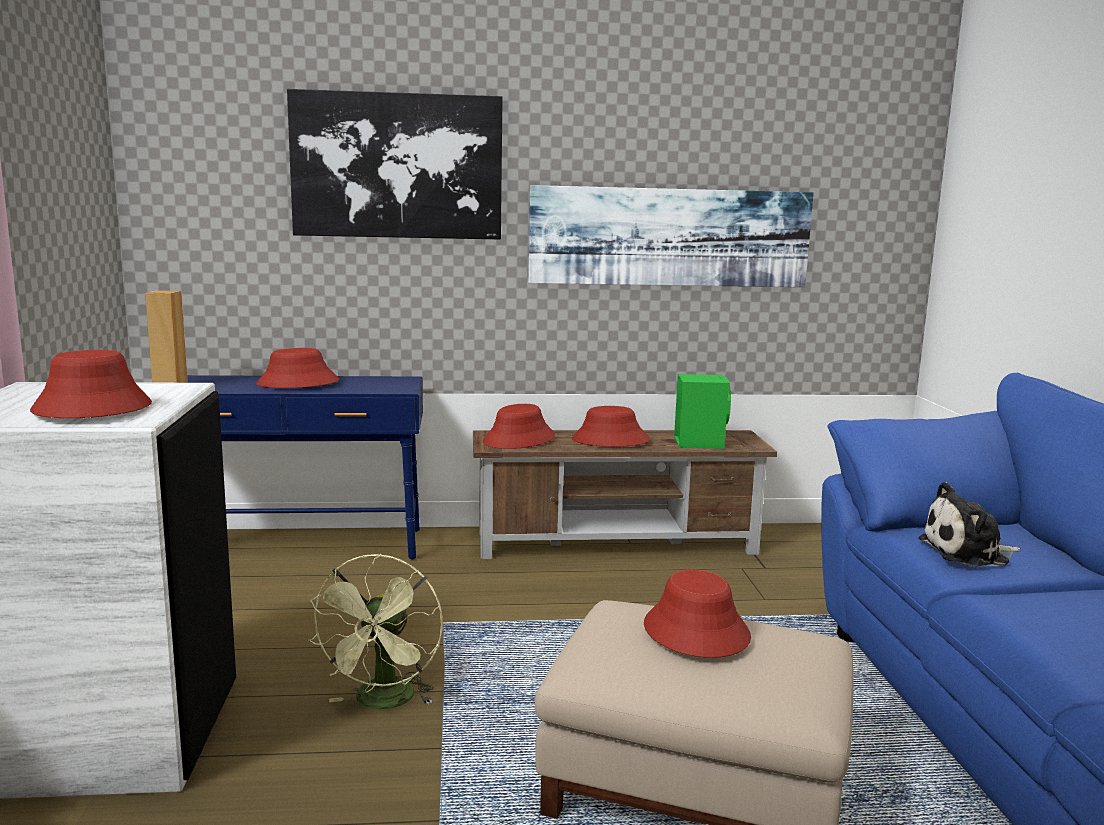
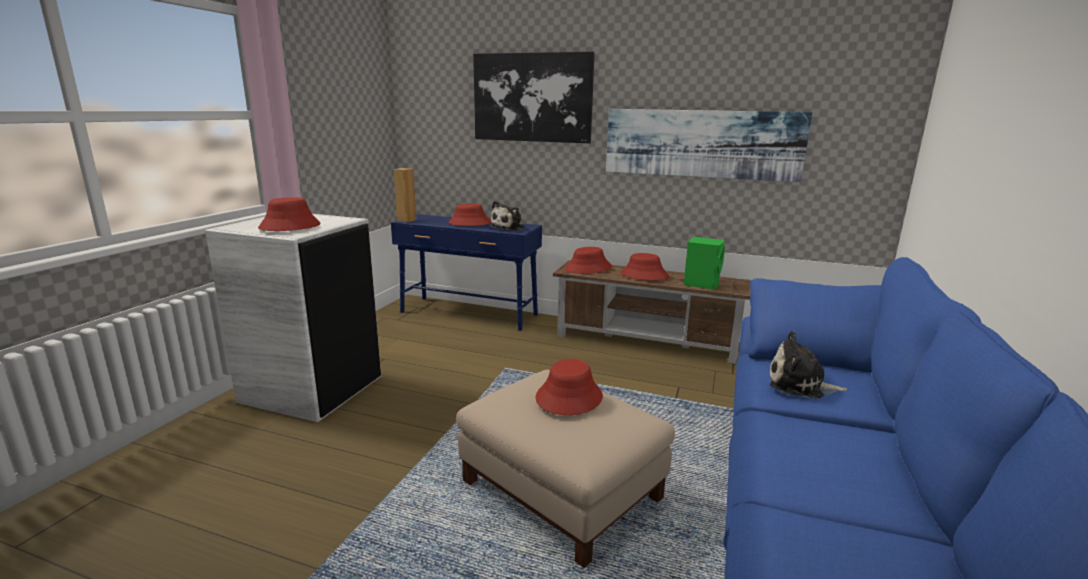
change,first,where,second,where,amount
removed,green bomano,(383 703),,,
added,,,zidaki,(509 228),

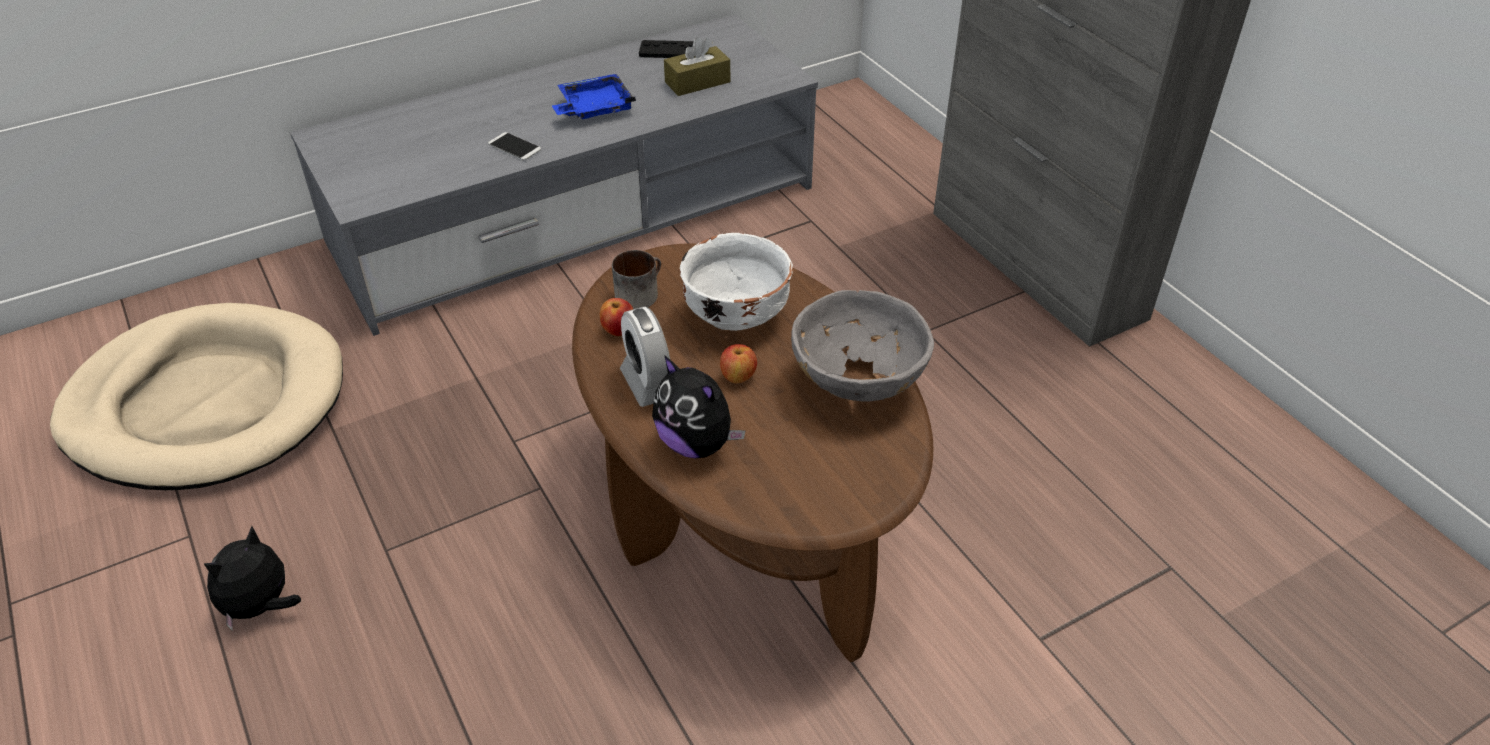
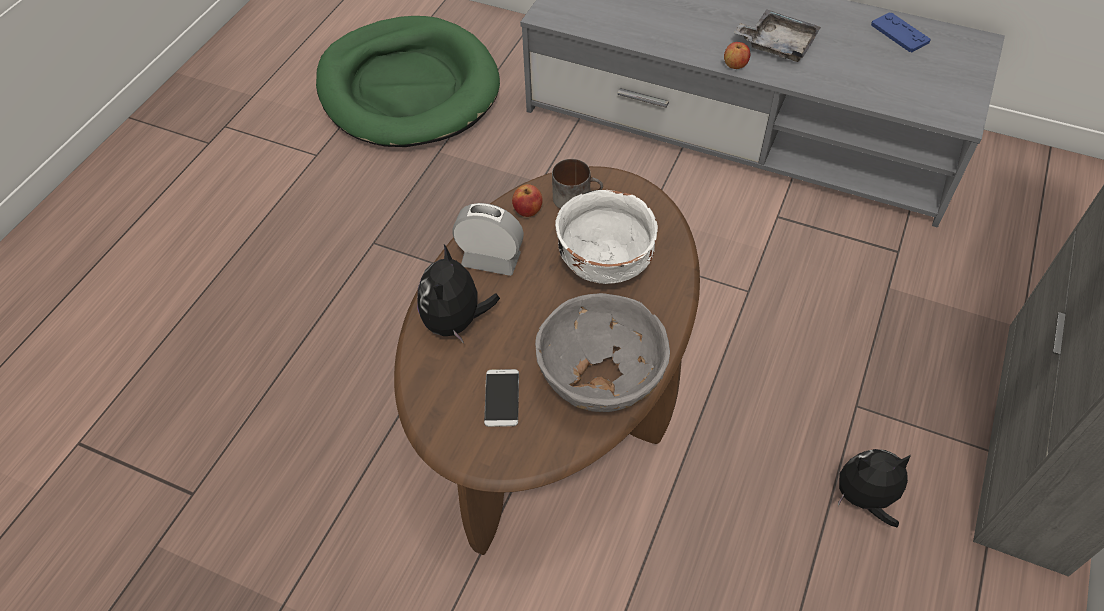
change,first,where,second,where,amount
removed,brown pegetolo,(697 82),,,
moved,zidaki,(261 607),,(864 499),
moved,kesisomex,(514 147),,(502 398),
moved,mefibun,(738 377),,(735 65),
recoloured,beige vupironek,(207 404),green vupironek,(408 88),
recoloured,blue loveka,(594 108),grey loveka,(777 44),
recoloured,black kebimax,(668 51),blue kebimax,(899 33),
turned,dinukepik,(648 383),,(491 260),75 degrees clockwise

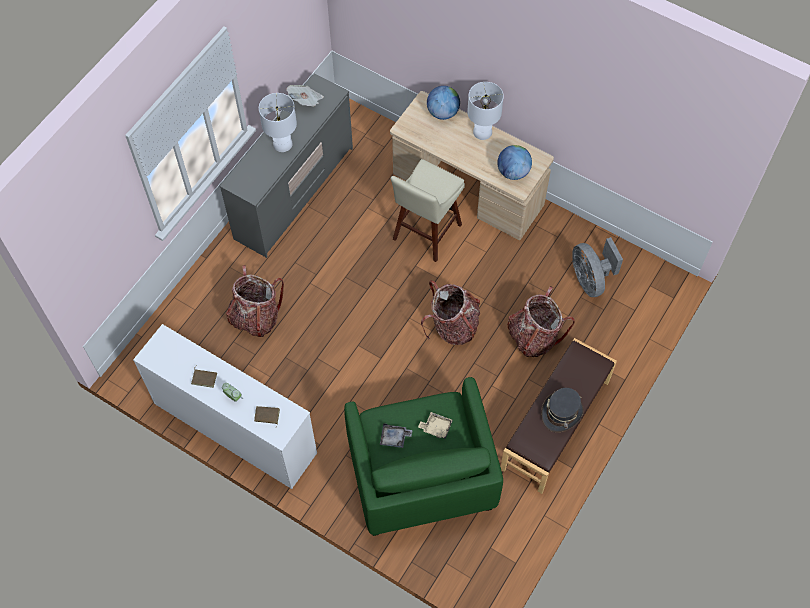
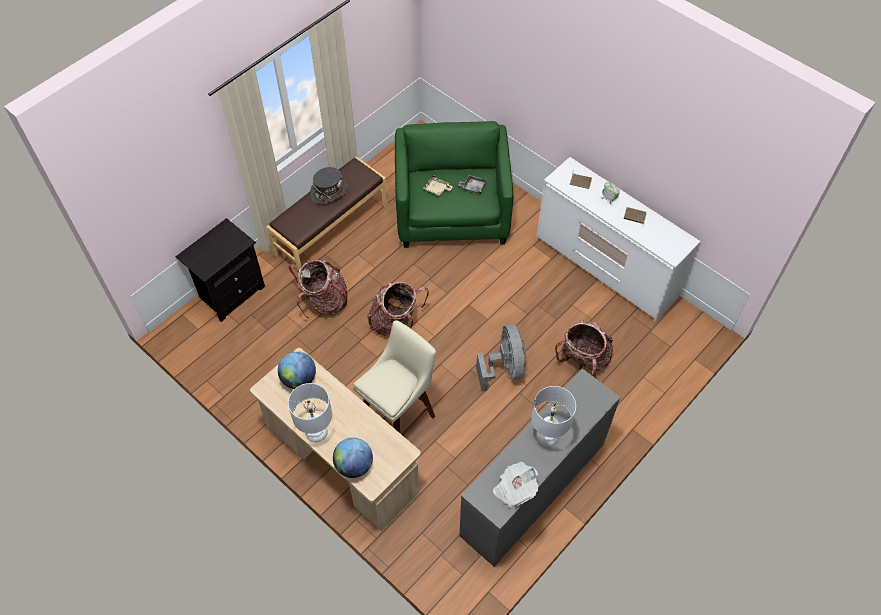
change,first,where,second,where,amount
added,,,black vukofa,(230 292),
moved,grey bomano,(590 279),,(504 368),

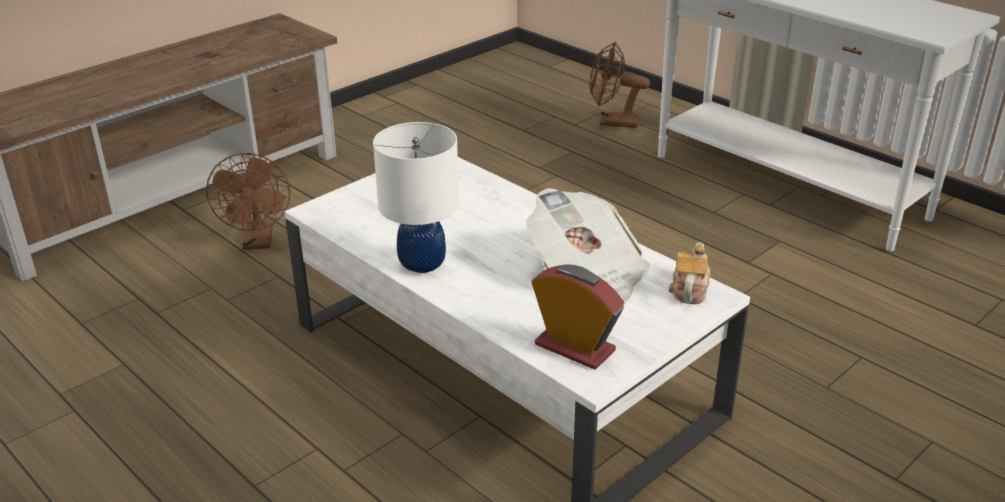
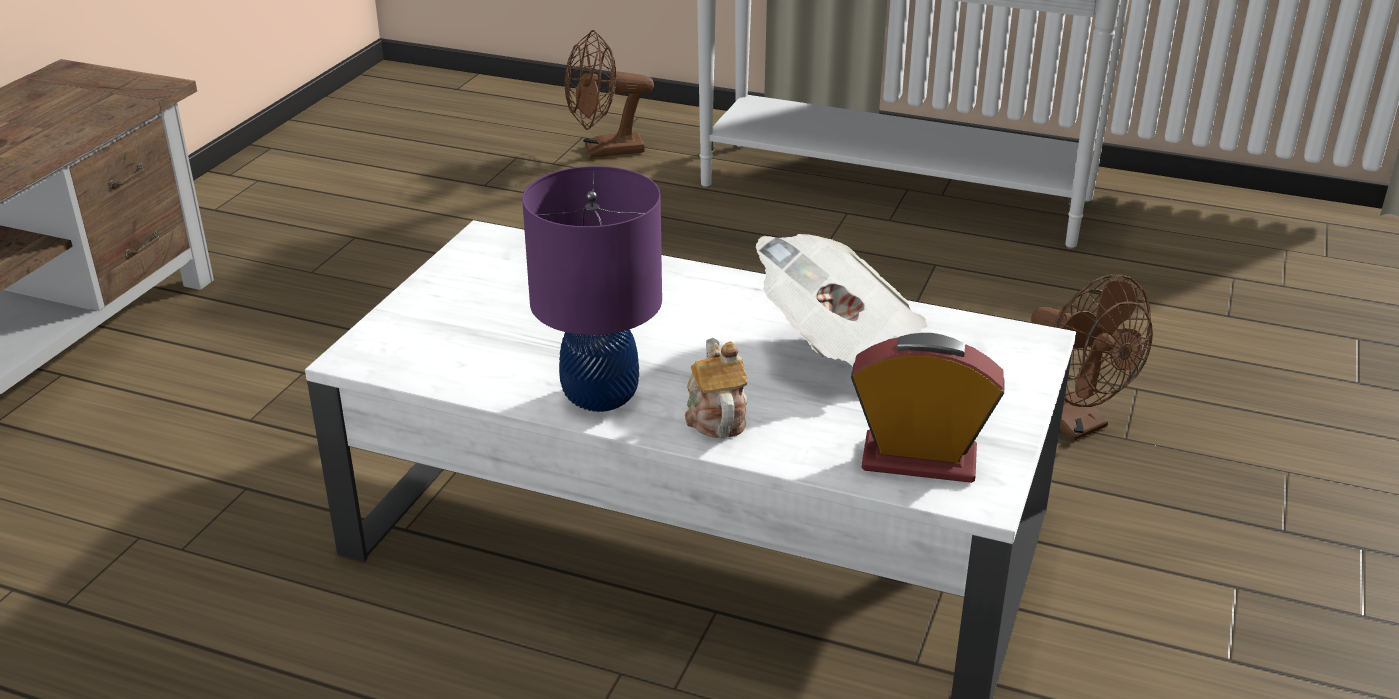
change,first,where,second,where,amount
moved,brown bomano,(258 242),,(1074 422),
moved,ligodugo,(689 290),,(715 416),
recoloured,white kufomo,(420 264),purple kufomo,(596 398),

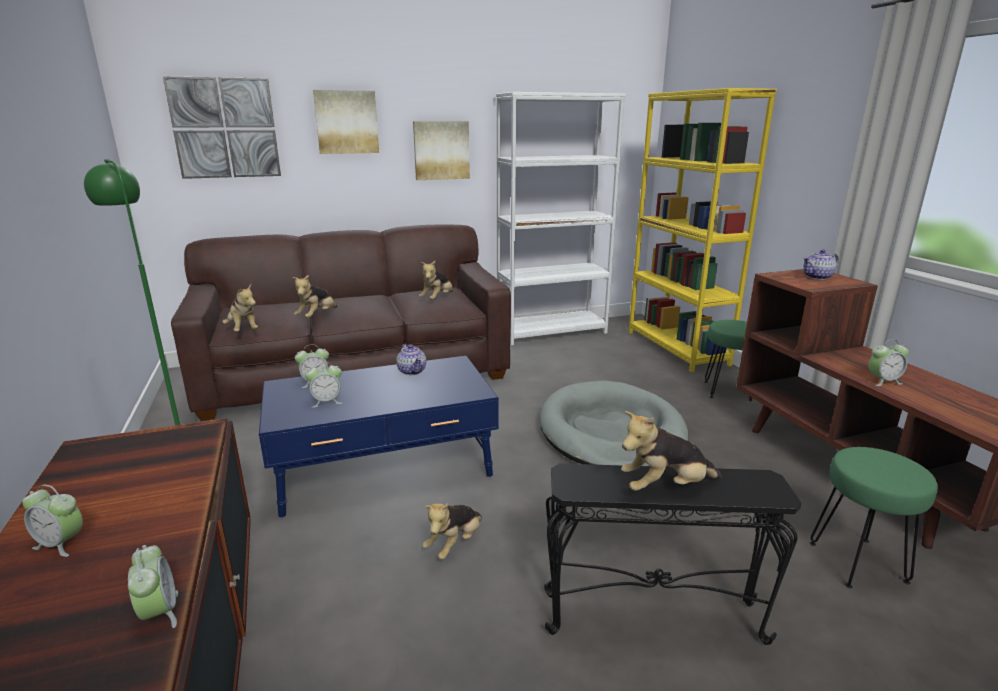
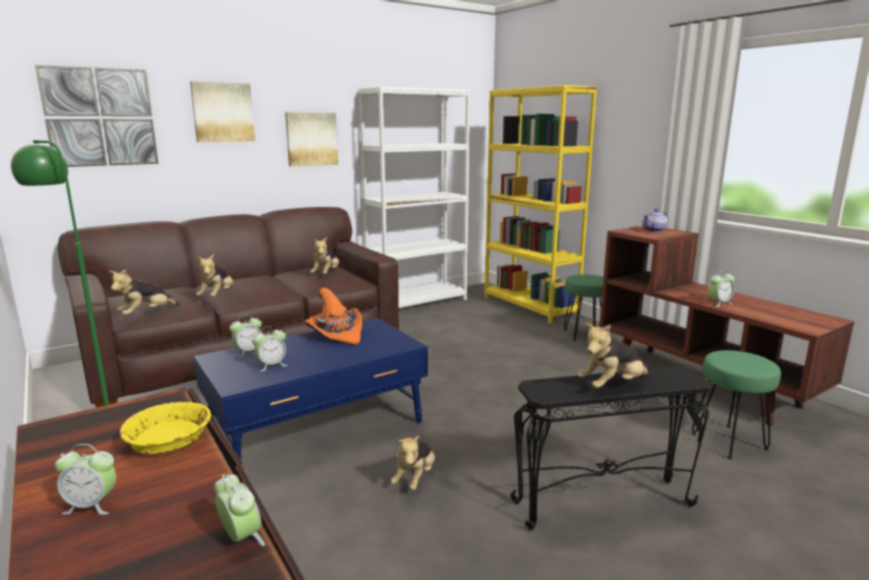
change,first,where,second,where,amount
removed,grey vupironek,(611 432),,,
added,,,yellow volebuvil,(169 441),
replaced,ligodugo,(412 371),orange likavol,(336 334),
turned,zidaki,(243 330),,(146 314),90 degrees clockwise

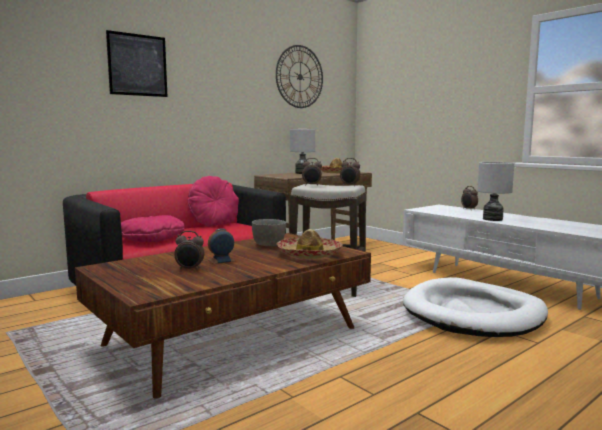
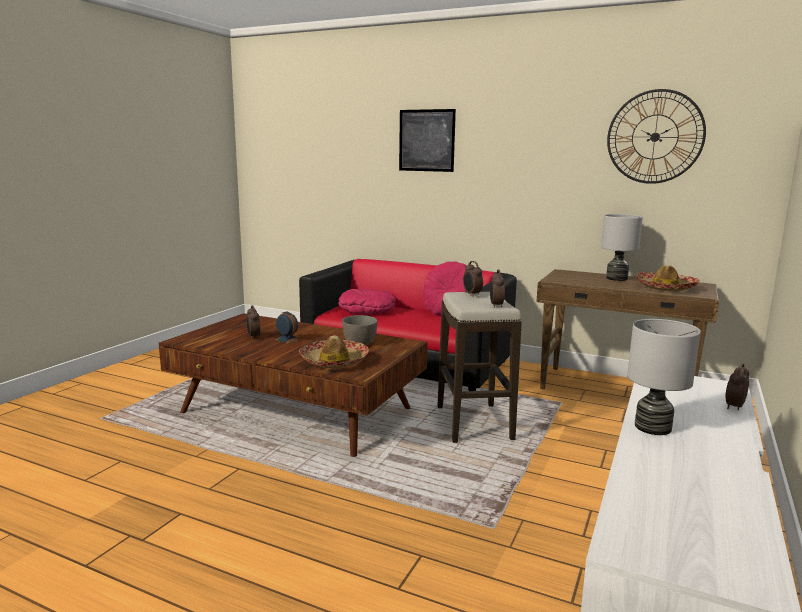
change,first,where,second,where,amount
removed,white vupironek,(473 313),,,

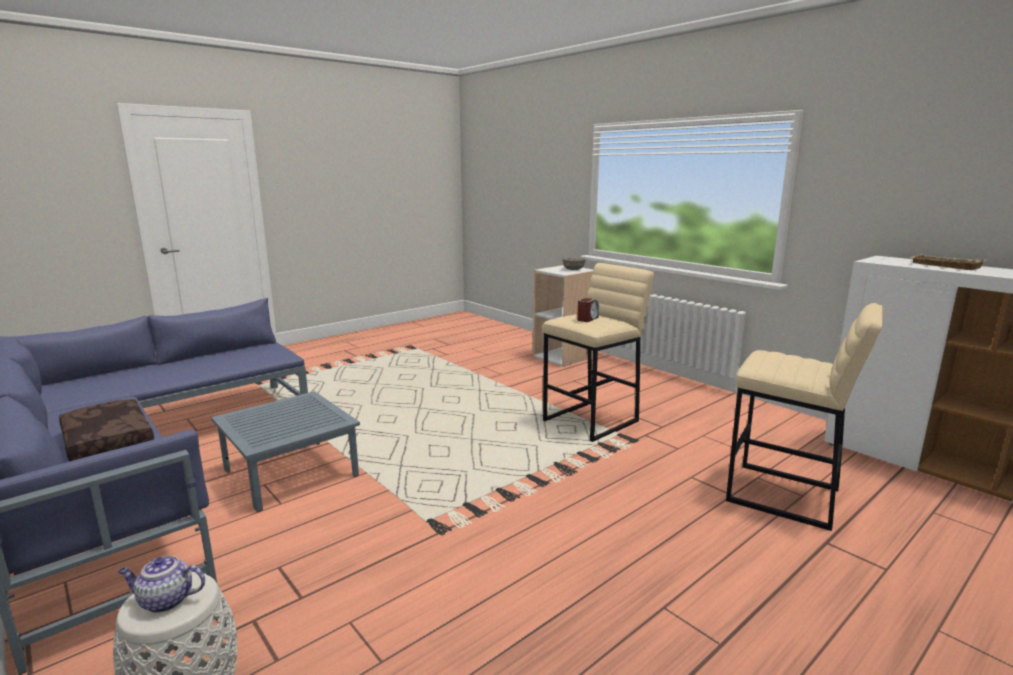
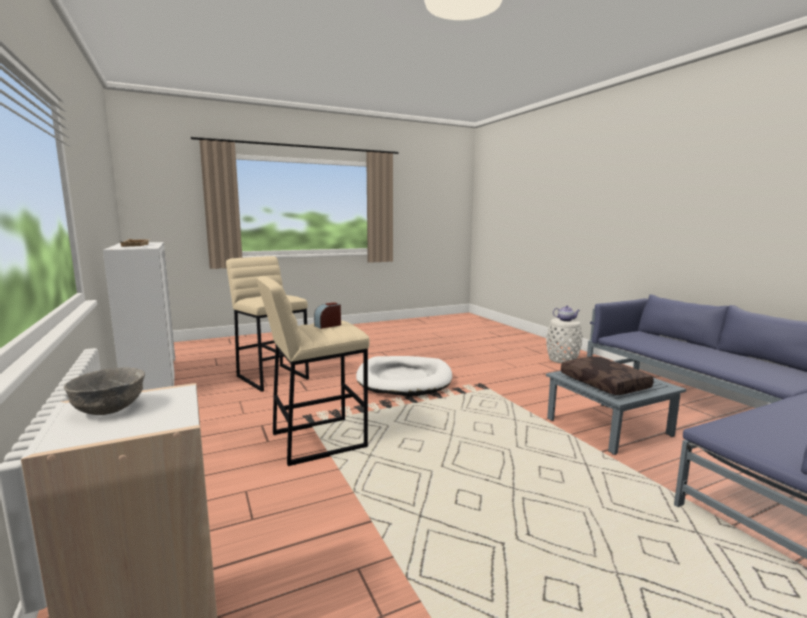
change,first,where,second,where,amount
added,,,white vupironek,(404 379),
moved,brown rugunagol,(106 441),,(605 384),

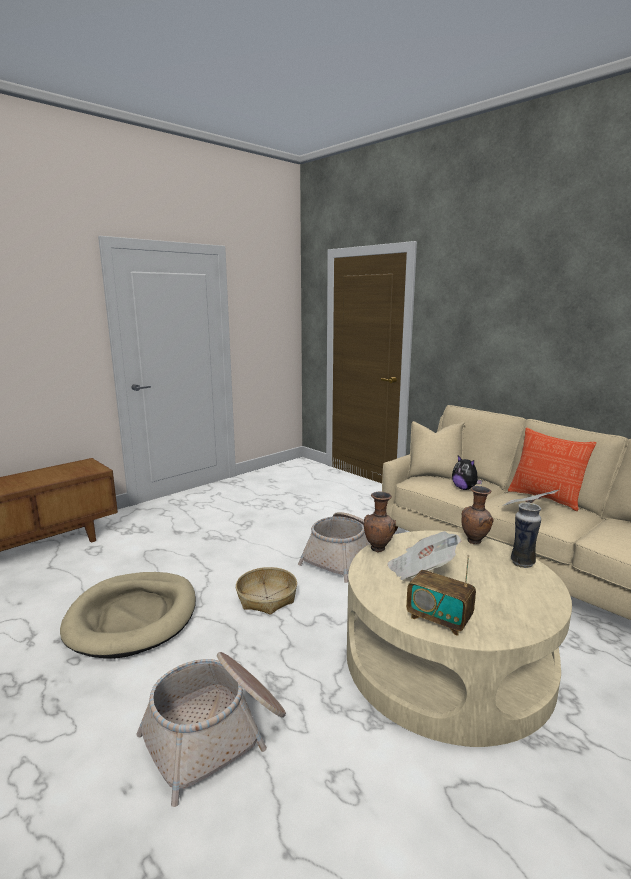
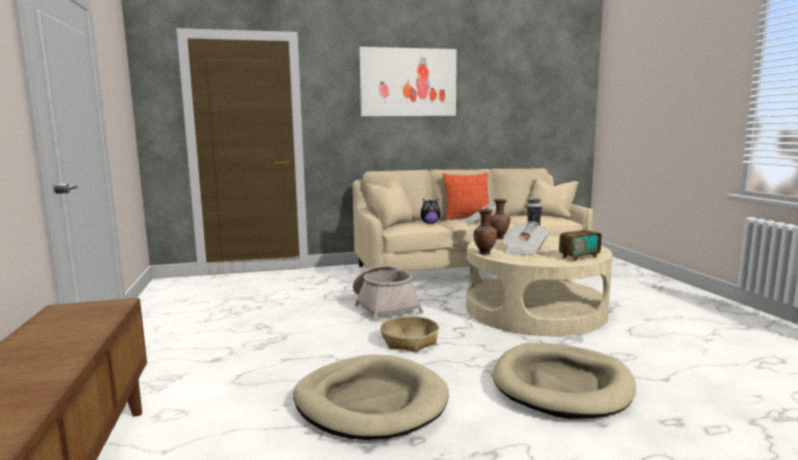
change,first,where,second,where,amount
added,,,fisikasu,(408 82),
replaced,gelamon,(217 733),beige vupironek,(562 385),

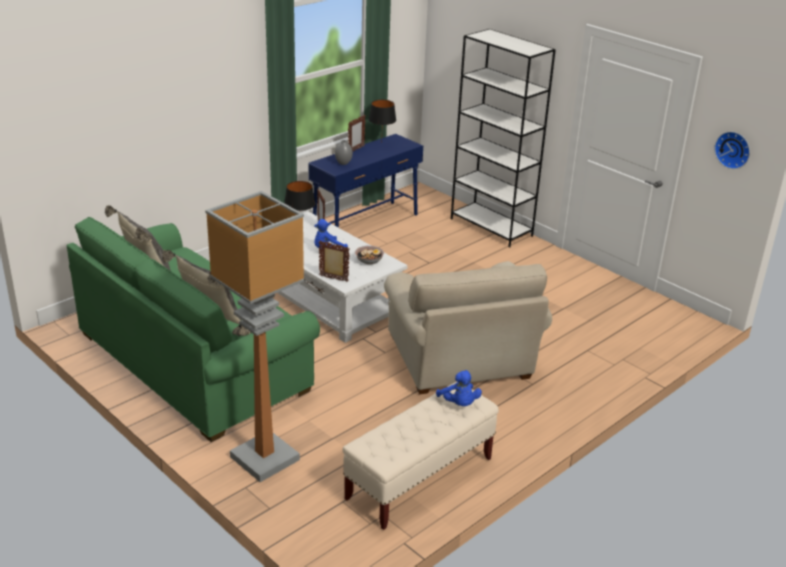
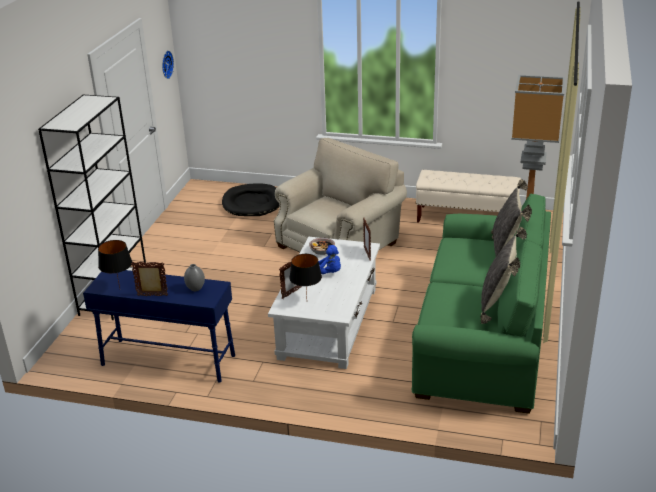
change,first,where,second,where,amount
removed,blue zidaki,(459 404),,,
added,,,black vupironek,(252 203),

